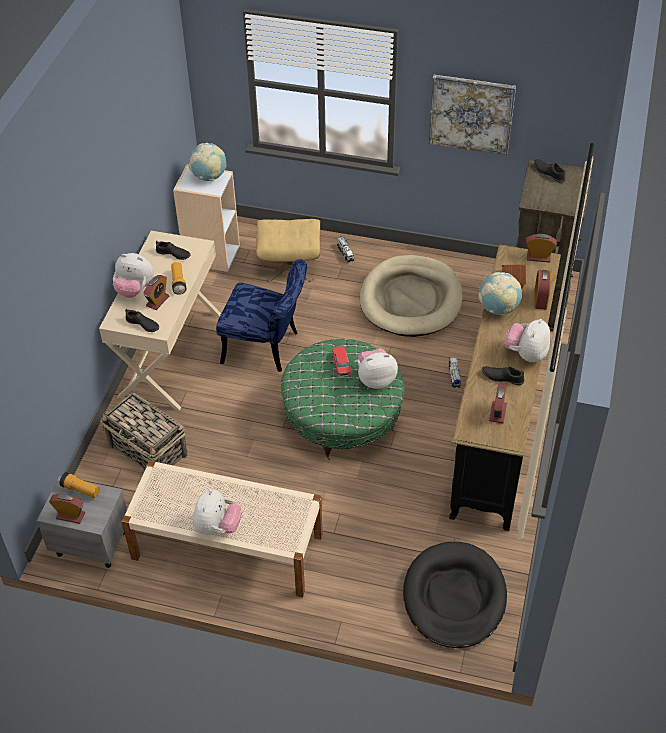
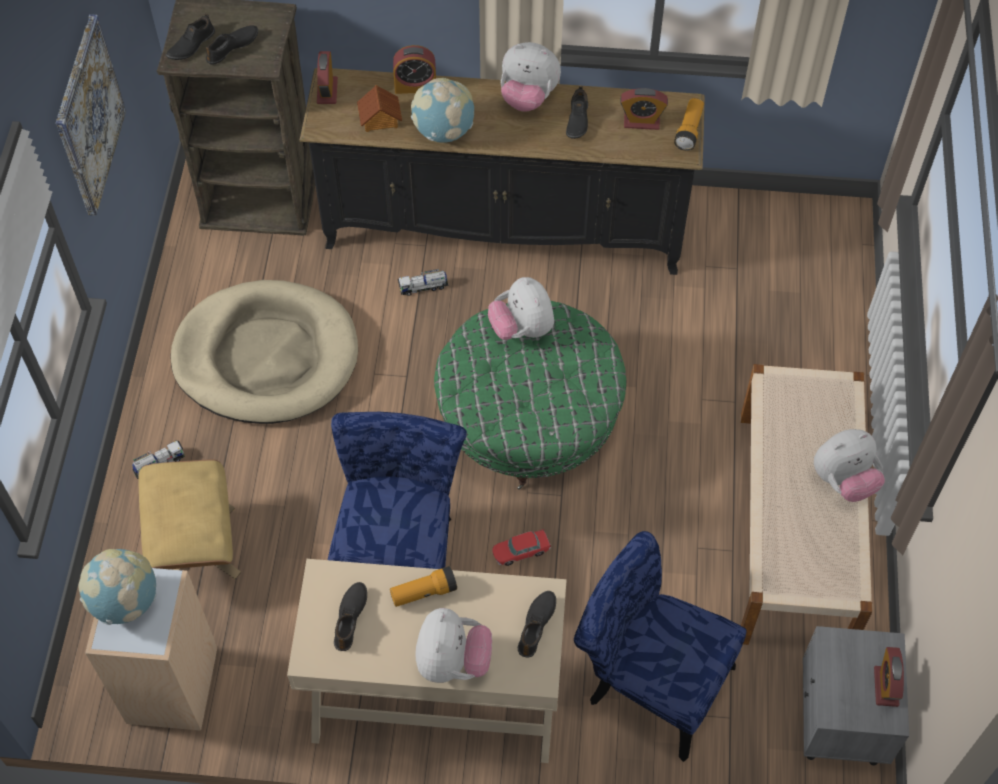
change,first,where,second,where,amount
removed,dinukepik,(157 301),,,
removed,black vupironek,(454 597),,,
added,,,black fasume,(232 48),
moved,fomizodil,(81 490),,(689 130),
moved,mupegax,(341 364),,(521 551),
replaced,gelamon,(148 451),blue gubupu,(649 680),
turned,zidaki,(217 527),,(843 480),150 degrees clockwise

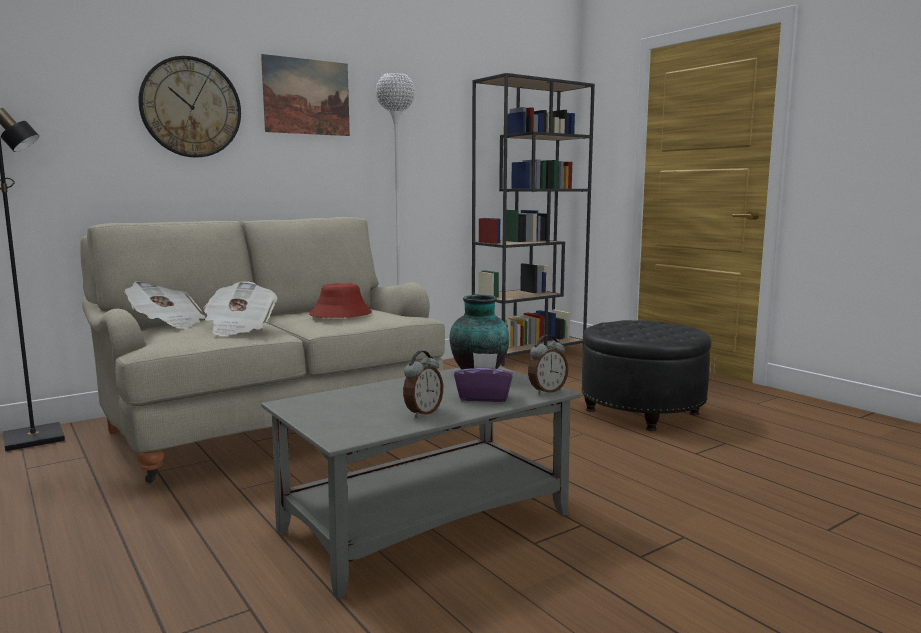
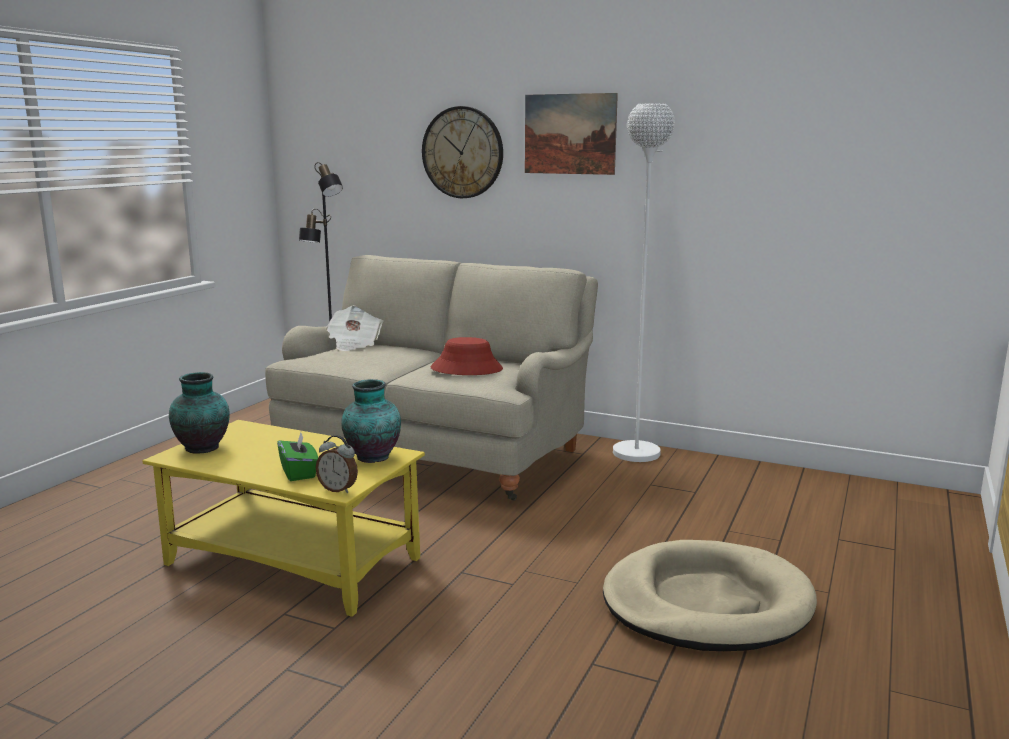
change,first,where,second,where,amount
removed,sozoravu,(239 328),,,
removed,dinukepik,(422 413),,,
removed,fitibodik,(529 353),,,
added,,,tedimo,(203 448),
replaced,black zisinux,(641 412),beige vupironek,(706 603),
recoloured,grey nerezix,(427 521),yellow nerezix,(295 561),
recoloured,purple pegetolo,(484 397),green pegetolo,(299 472),

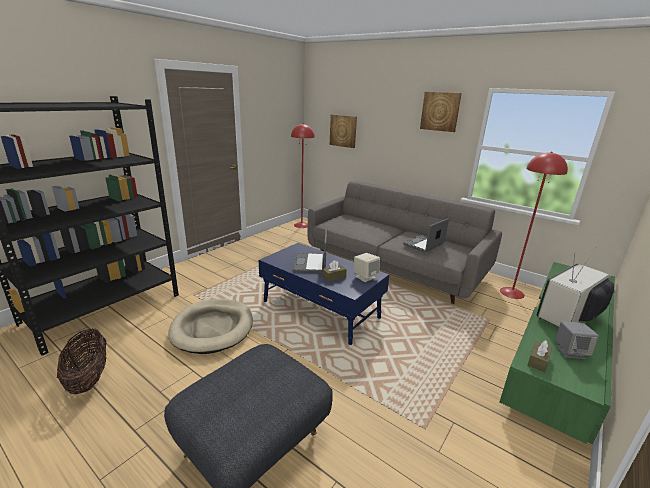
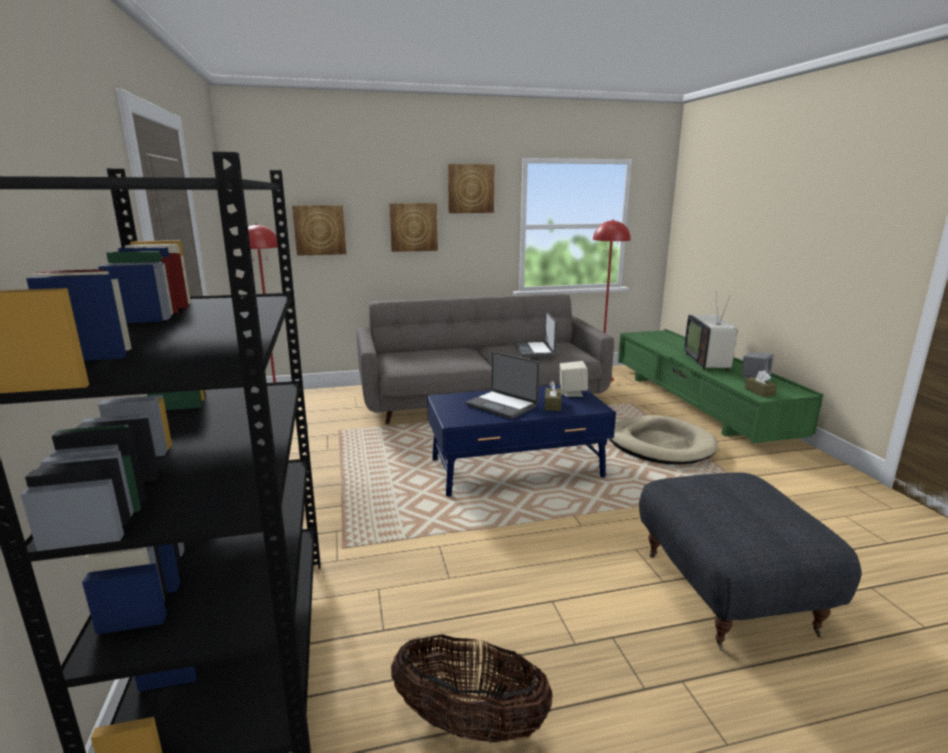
change,first,where,second,where,amount
added,,,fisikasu,(413 227),
moved,beige vupironek,(213 328),,(659 444),

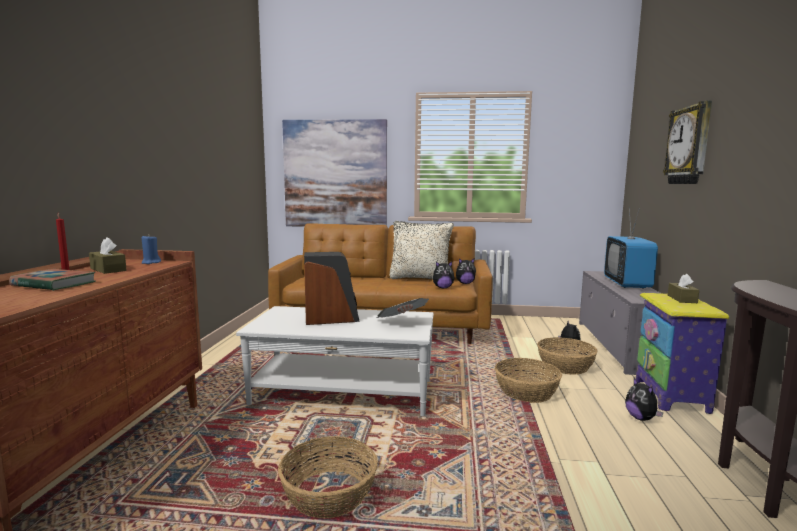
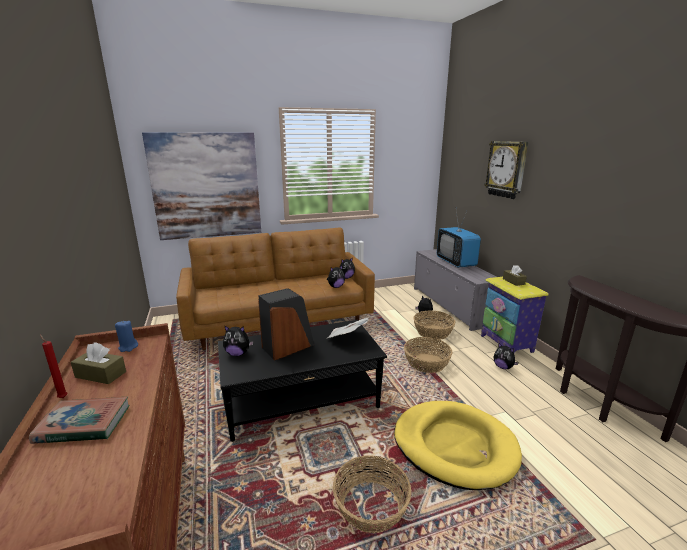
change,first,where,second,where,amount
removed,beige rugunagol,(420 279),,,
added,,,zidaki,(238 353),
added,,,yellow vupironek,(454 446),
recoloured,white nerezix,(344 392),black nerezix,(302 402),

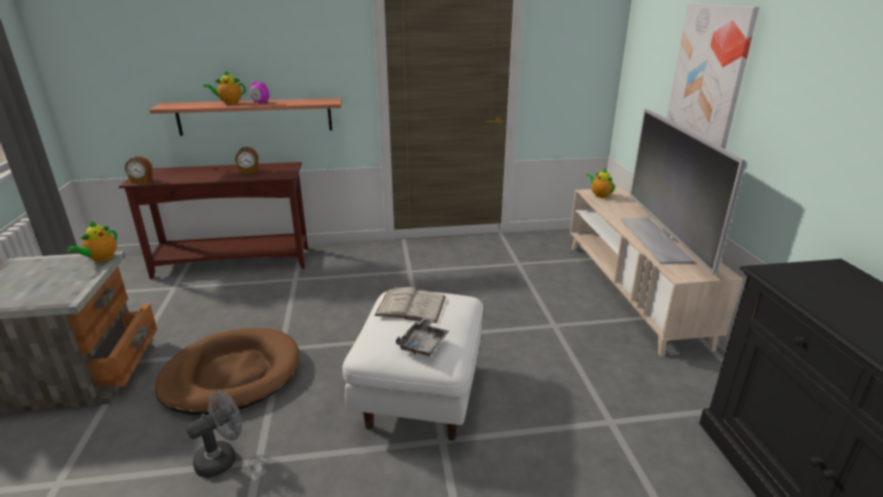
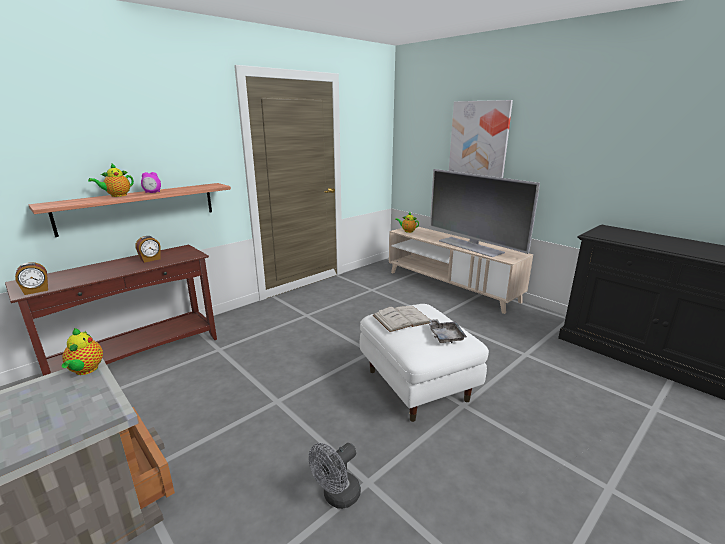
change,first,where,second,where,amount
removed,brown vupironek,(232 375),,,
turned,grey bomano,(222 458),,(337 497),150 degrees counterclockwise

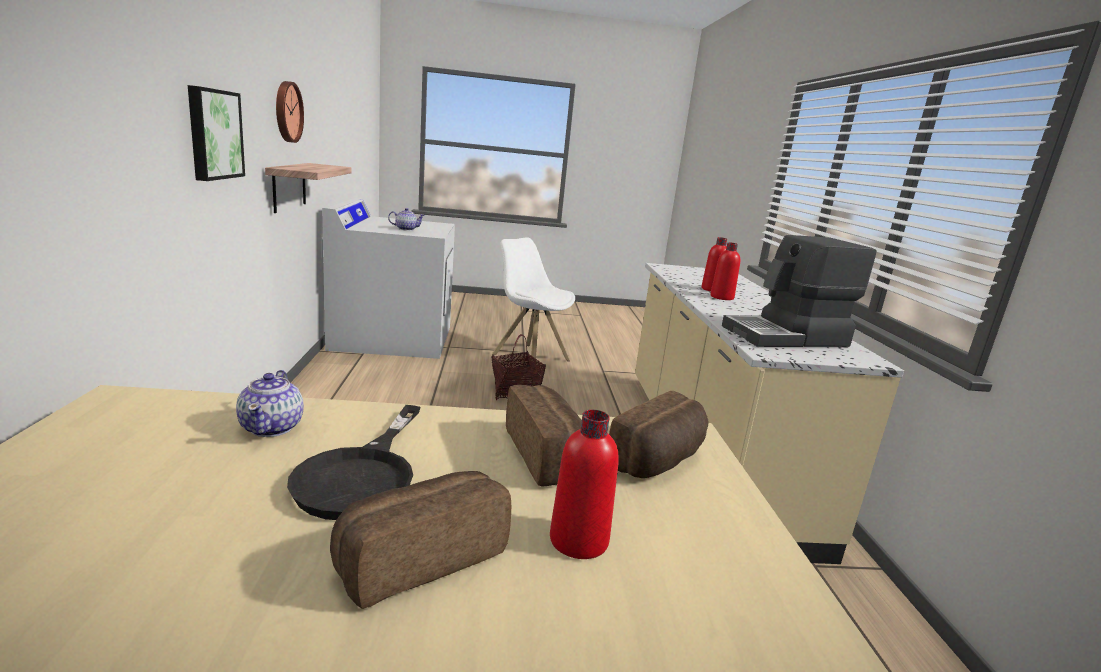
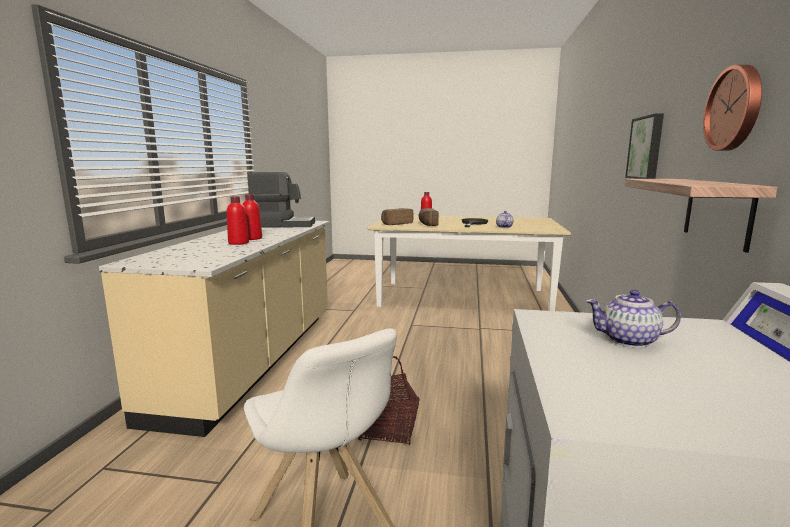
change,first,where,second,where,amount
removed,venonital,(420 557),,,

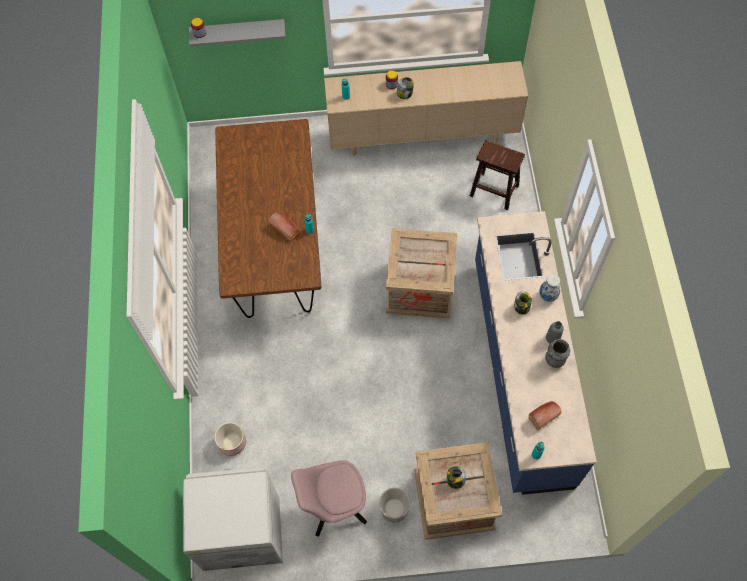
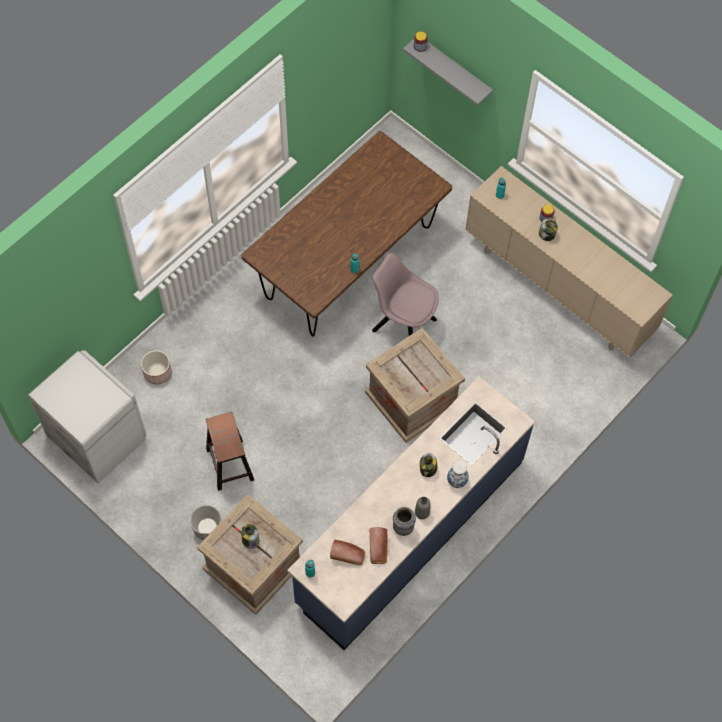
change,first,where,second,where,amount
moved,venonital,(286 230),,(378 549),
moved,pink gubupu,(334 506),,(403 325),
moved,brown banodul,(493 190),,(229 463),

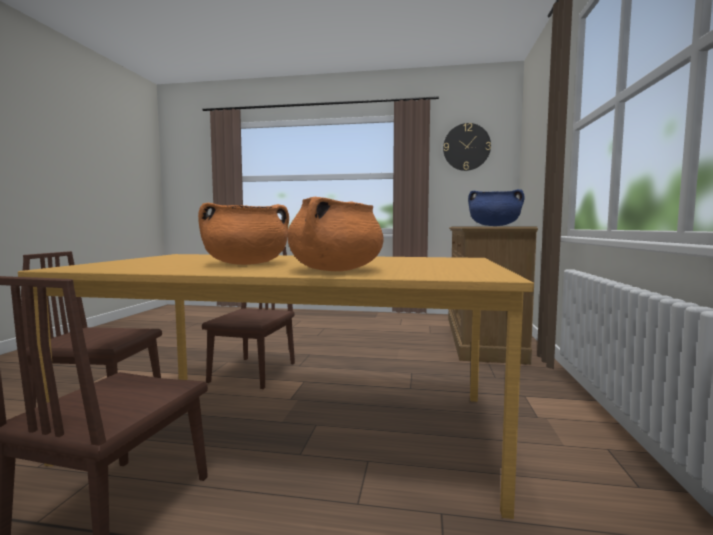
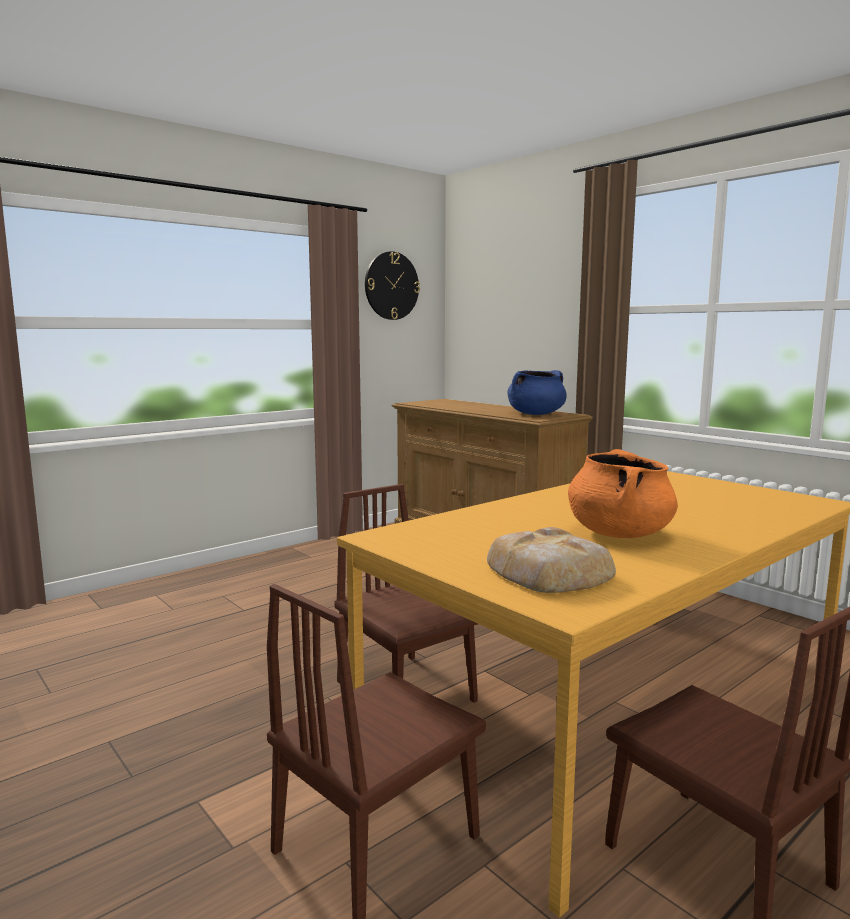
change,first,where,second,where,amount
removed,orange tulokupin,(336 270),,,
added,,,venonital,(549 572),

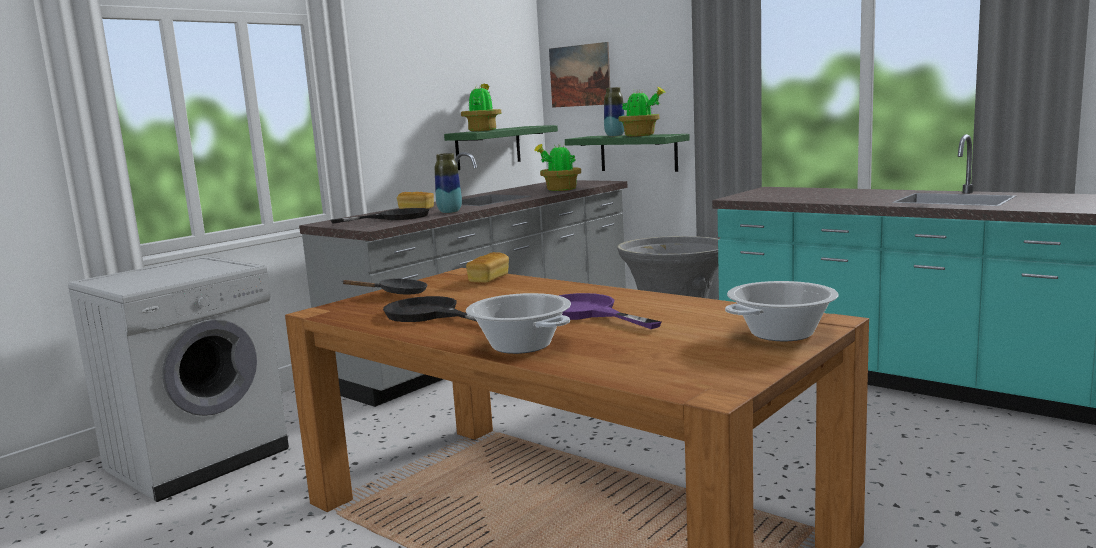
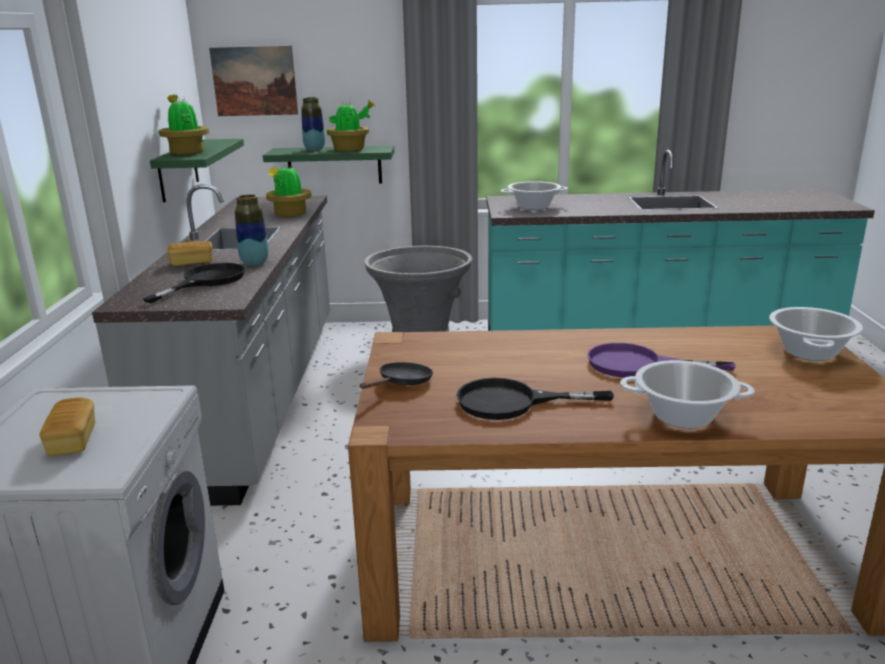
change,first,where,second,where,amount
added,,,tulokupin,(533 207),
moved,venonital,(489 279),,(72 441),

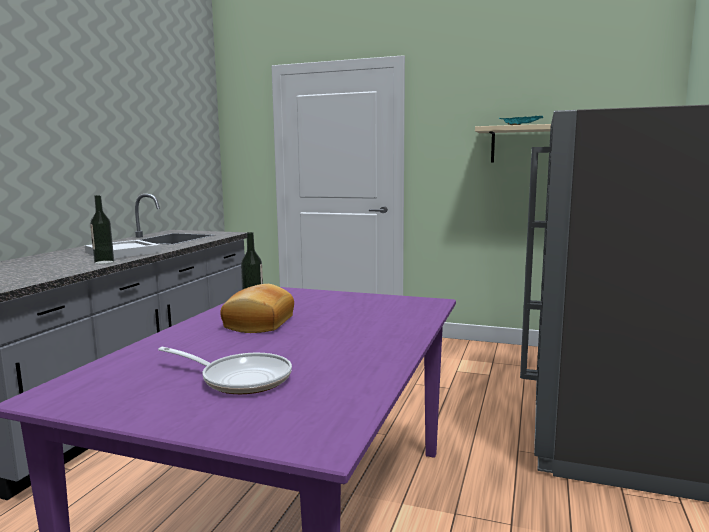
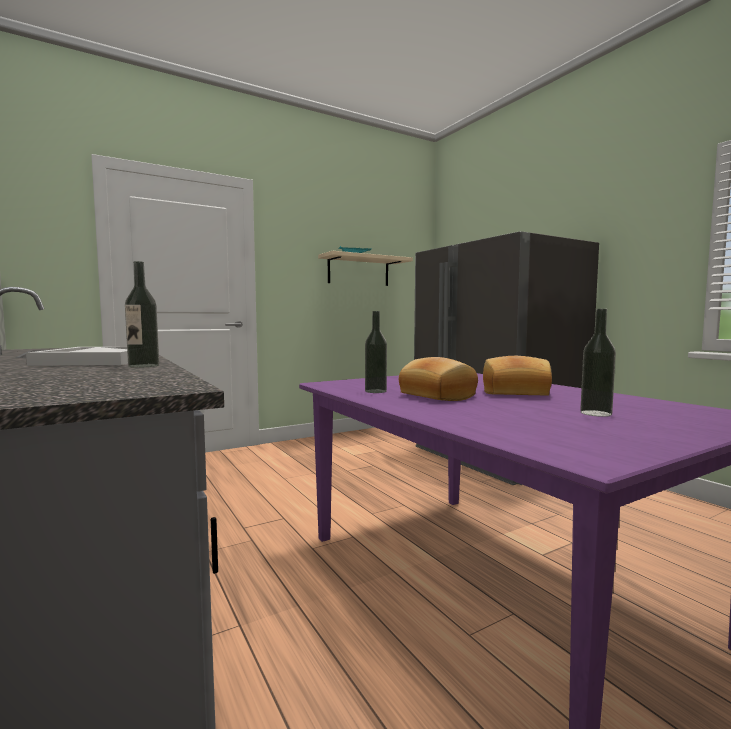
change,first,where,second,where,amount
added,,,venonital,(515 392),
replaced,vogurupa,(240 379),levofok,(596 413),

